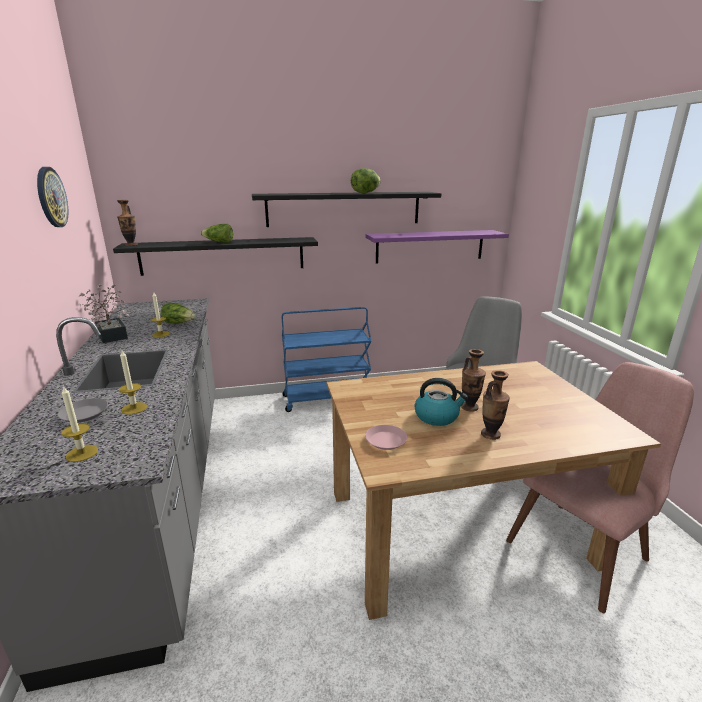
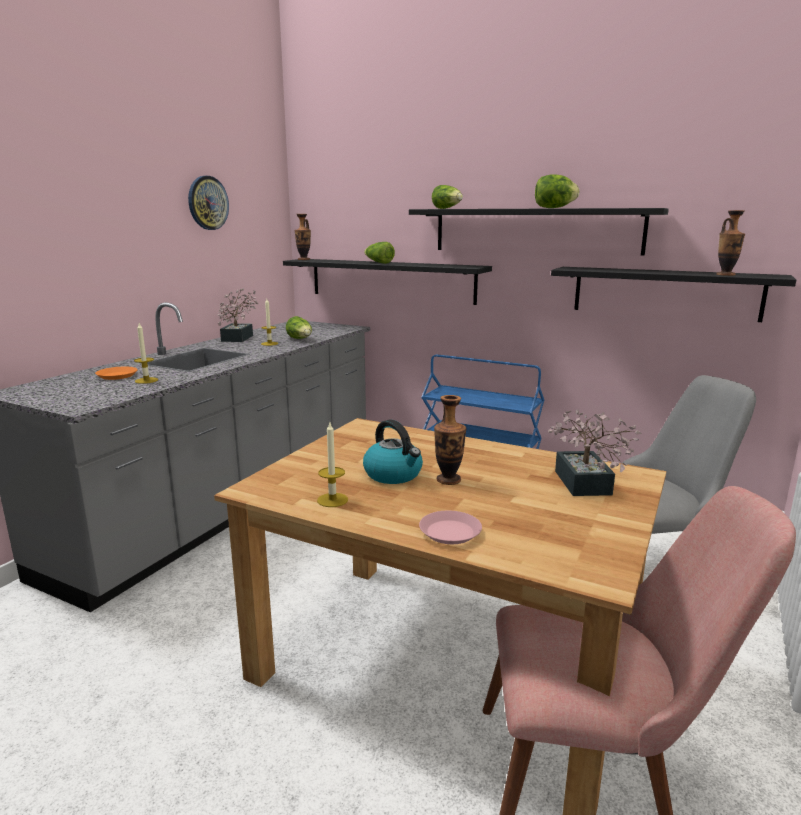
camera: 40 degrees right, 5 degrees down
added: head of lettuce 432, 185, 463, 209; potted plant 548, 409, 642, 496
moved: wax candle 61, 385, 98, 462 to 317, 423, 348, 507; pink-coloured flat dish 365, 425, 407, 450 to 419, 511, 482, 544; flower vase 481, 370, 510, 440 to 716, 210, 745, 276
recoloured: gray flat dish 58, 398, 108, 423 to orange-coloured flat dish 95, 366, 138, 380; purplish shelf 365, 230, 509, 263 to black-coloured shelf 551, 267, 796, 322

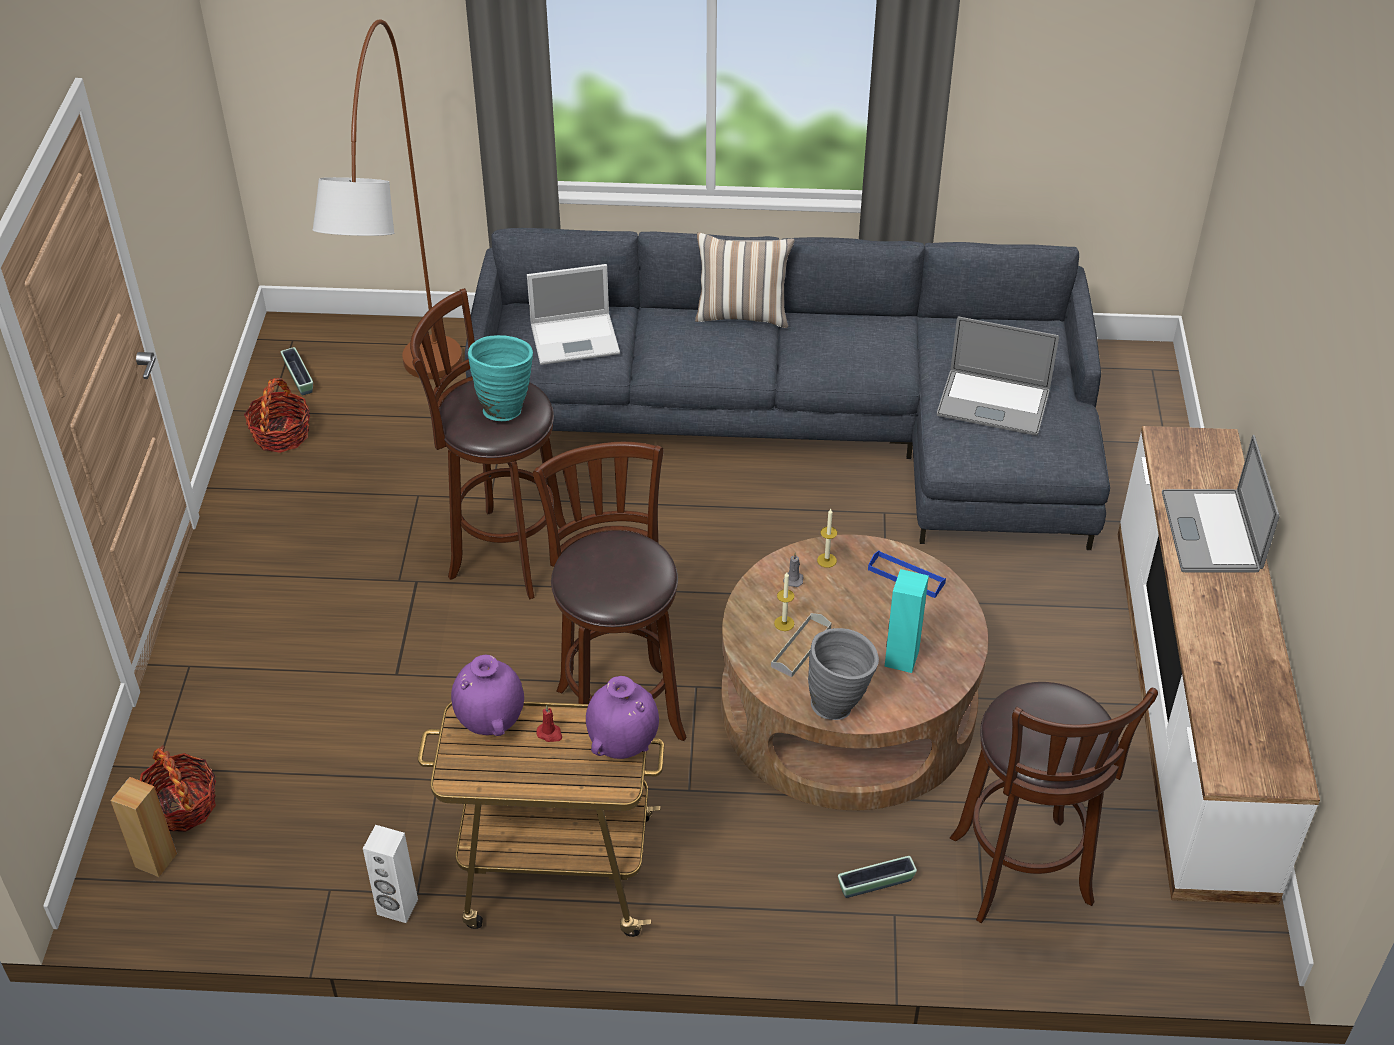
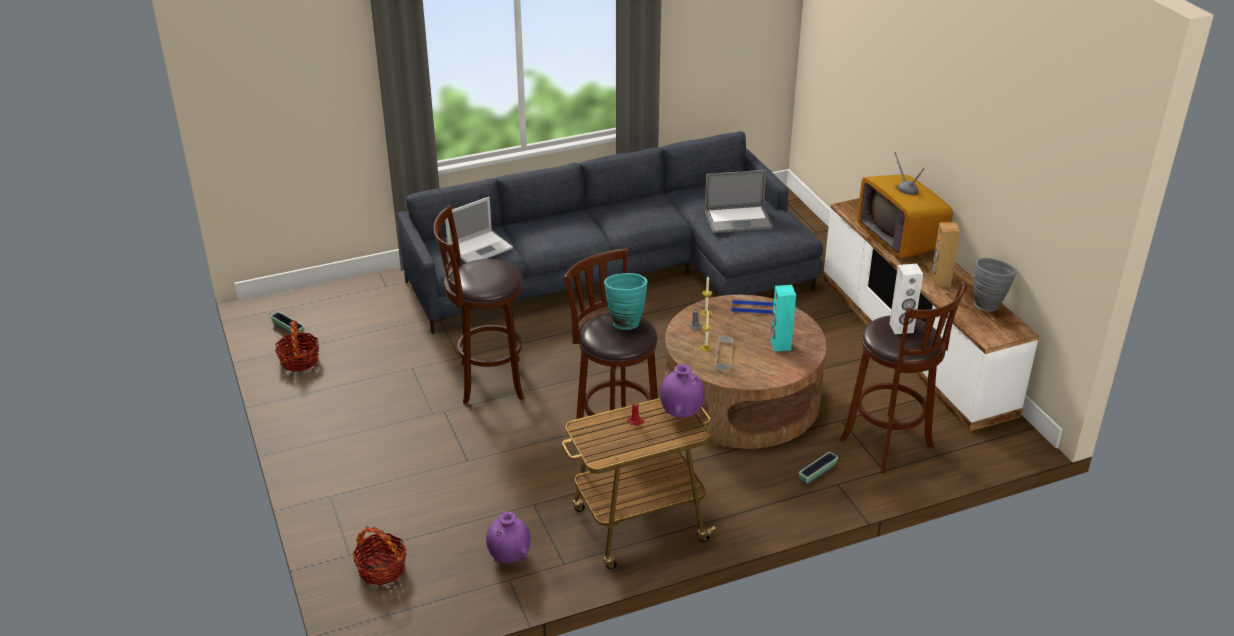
camera: 25 degrees left, 10 degrees down
removed: brown standard lamp 312, 19, 462, 379; throw pillow 695, 232, 794, 328
moved: purplish flower vase 451, 655, 524, 736 to 486, 512, 531, 563; blue-green flower vase 468, 335, 533, 421 to 604, 273, 648, 330; whitish speaker 363, 825, 418, 923 to 889, 264, 923, 334; brown speaker 110, 777, 177, 877 to 931, 222, 960, 287; gray flower vase 808, 628, 879, 720 to 973, 258, 1017, 312
replaced: notebook computer 1162, 435, 1279, 572 to television 857, 152, 953, 260

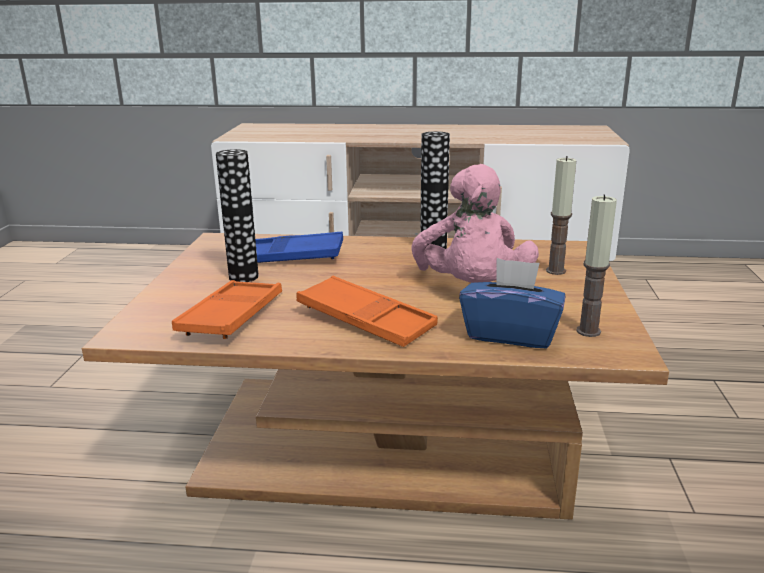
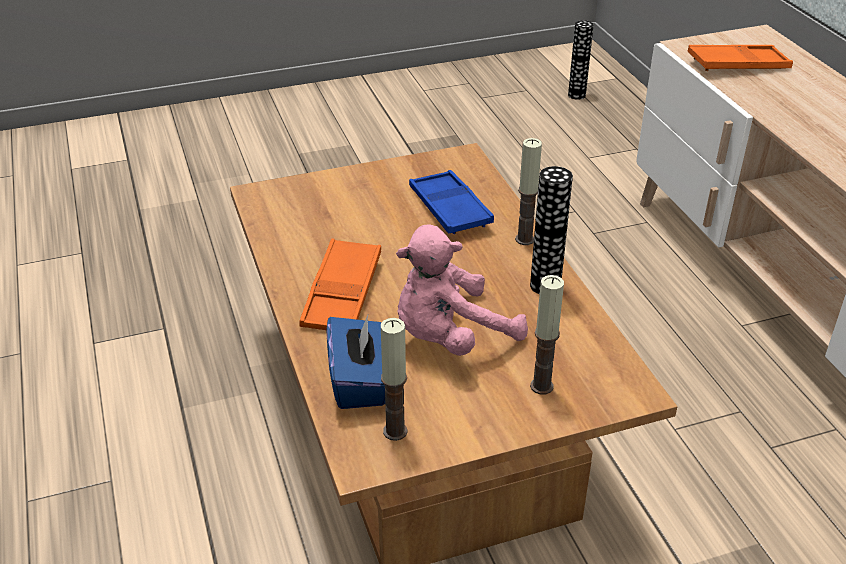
camera: 65 degrees right, 15 degrees up
added: wax candle 515, 138, 542, 245
moved: flower vase 216, 149, 259, 282 to 568, 20, 594, 100; orange-coloured carrying tray 172, 280, 282, 339 to 688, 45, 793, 71

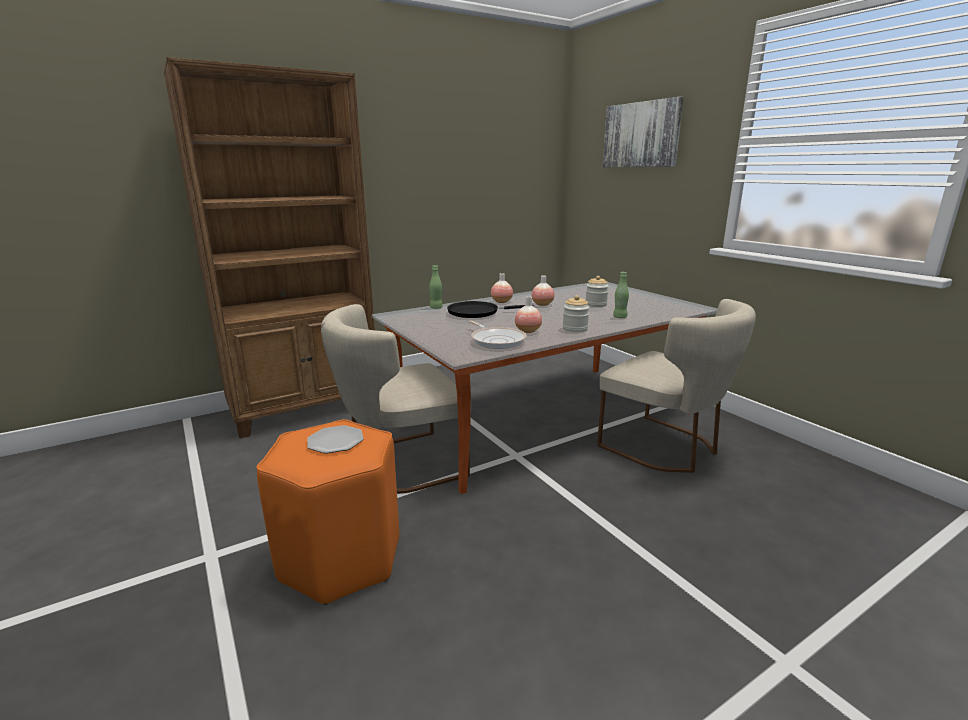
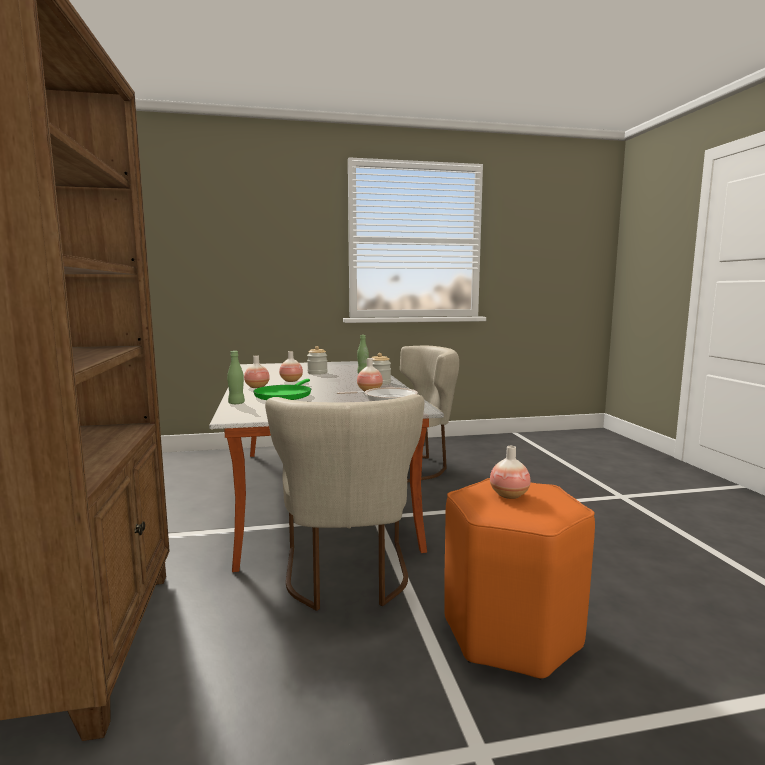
camera: 70 degrees left, 10 degrees down
removed: picture 603, 97, 684, 167
replaced: flat dish 307, 425, 364, 454 to flower vase 490, 446, 530, 499
recoloured: black-coloured pan 447, 301, 534, 318 to green-coloured pan 253, 379, 311, 400

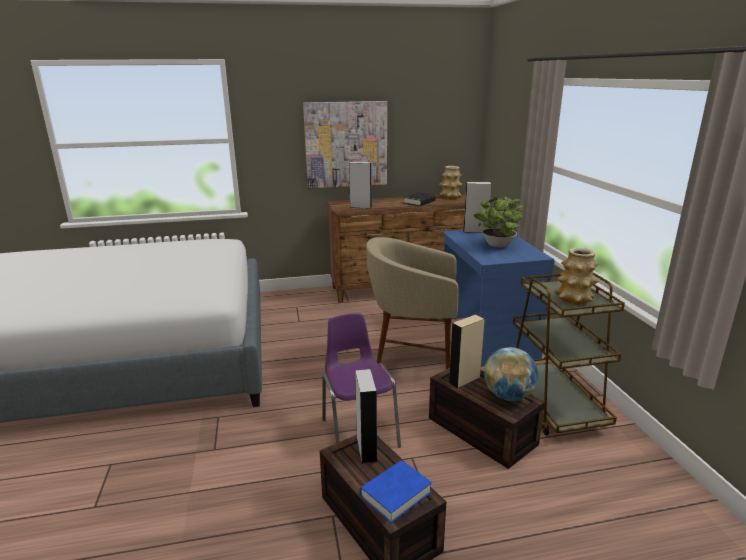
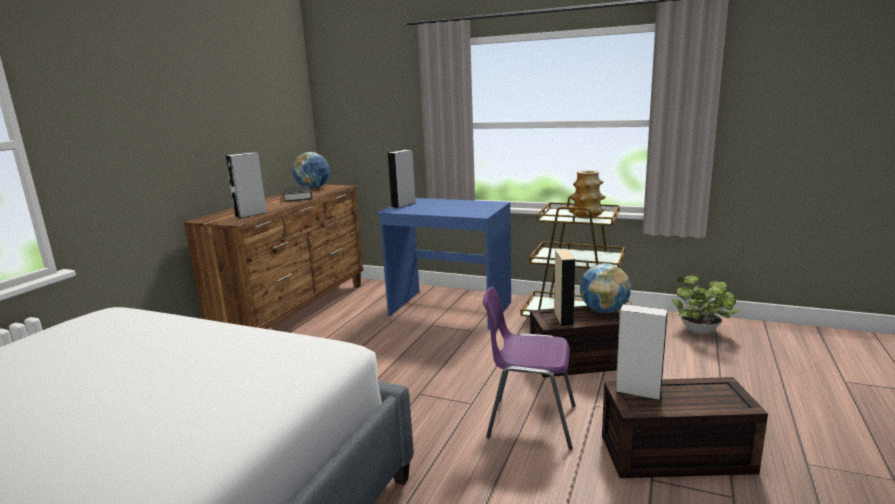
camera: 55 degrees left, 5 degrees down
removed: picture 303, 101, 387, 188; blue volume 360, 460, 432, 523; beige sitting stool 366, 237, 459, 369
moved: potted plant 474, 196, 524, 247 to 672, 275, 739, 335
replaced: flower vase 439, 166, 462, 200 to globe 292, 152, 330, 189

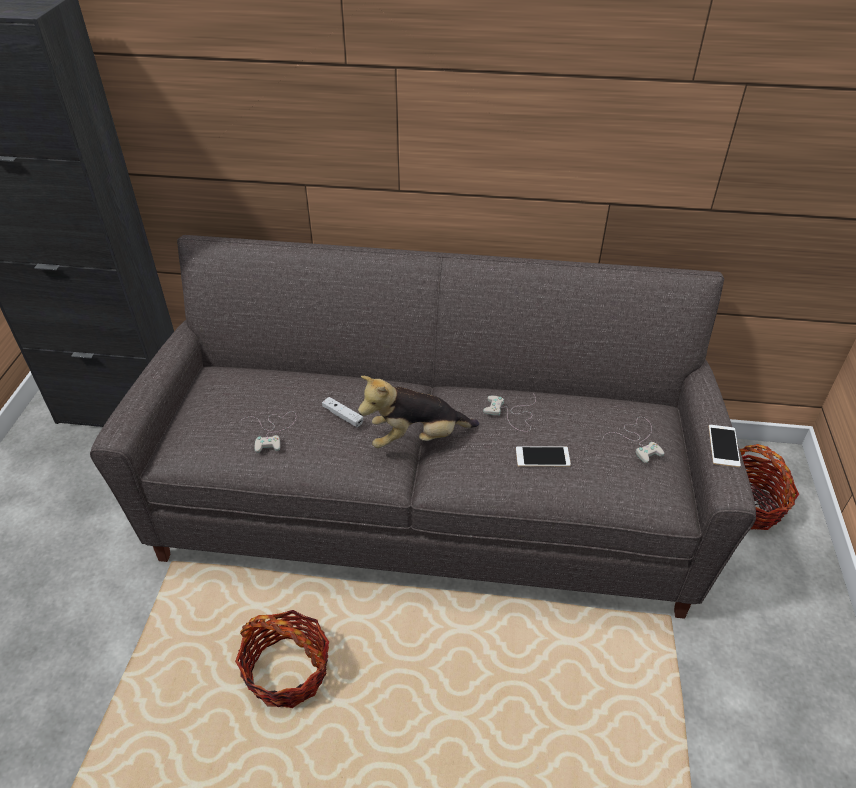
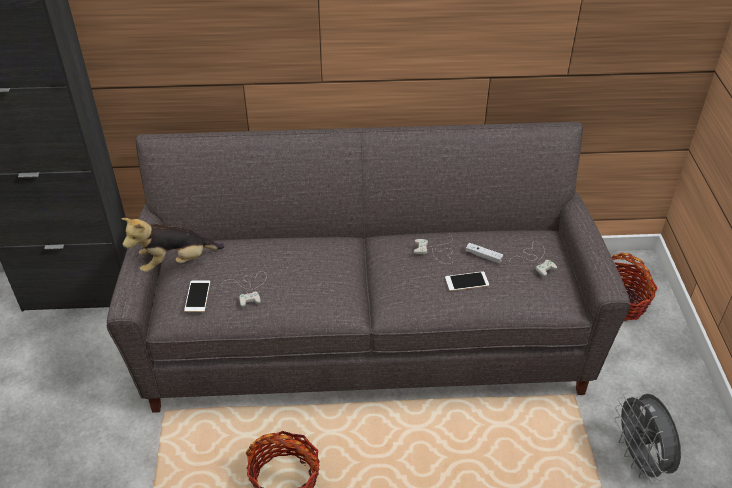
camera: 10 degrees left, 0 degrees up
added: gray fan 615, 392, 681, 484
moved: cuddly toy 358, 376, 479, 448 to 121, 218, 225, 272; phone 709, 425, 741, 467 to 184, 281, 210, 312; whitish joypad 322, 397, 363, 427 to 466, 243, 503, 264

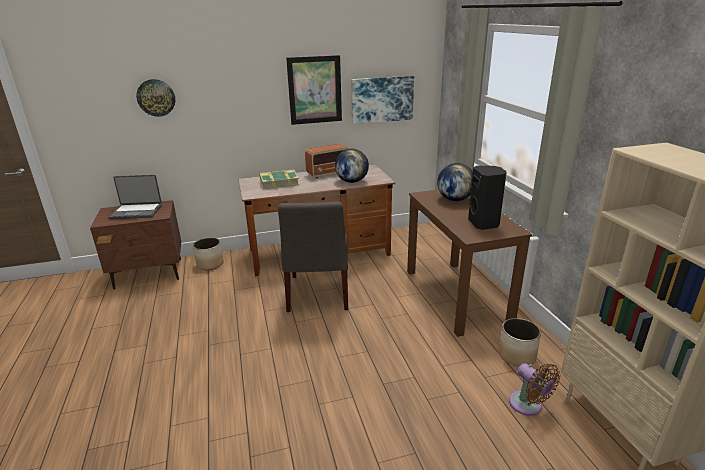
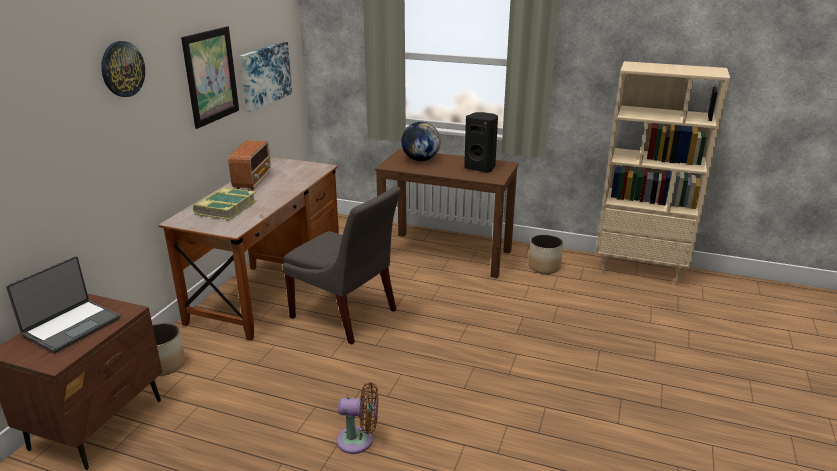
camera: 55 degrees left, 0 degrees up
removed: globe 335, 149, 369, 183
moved: wall clock 136, 79, 175, 117 to 101, 41, 145, 97; brown fan 509, 363, 560, 416 to 337, 382, 378, 454

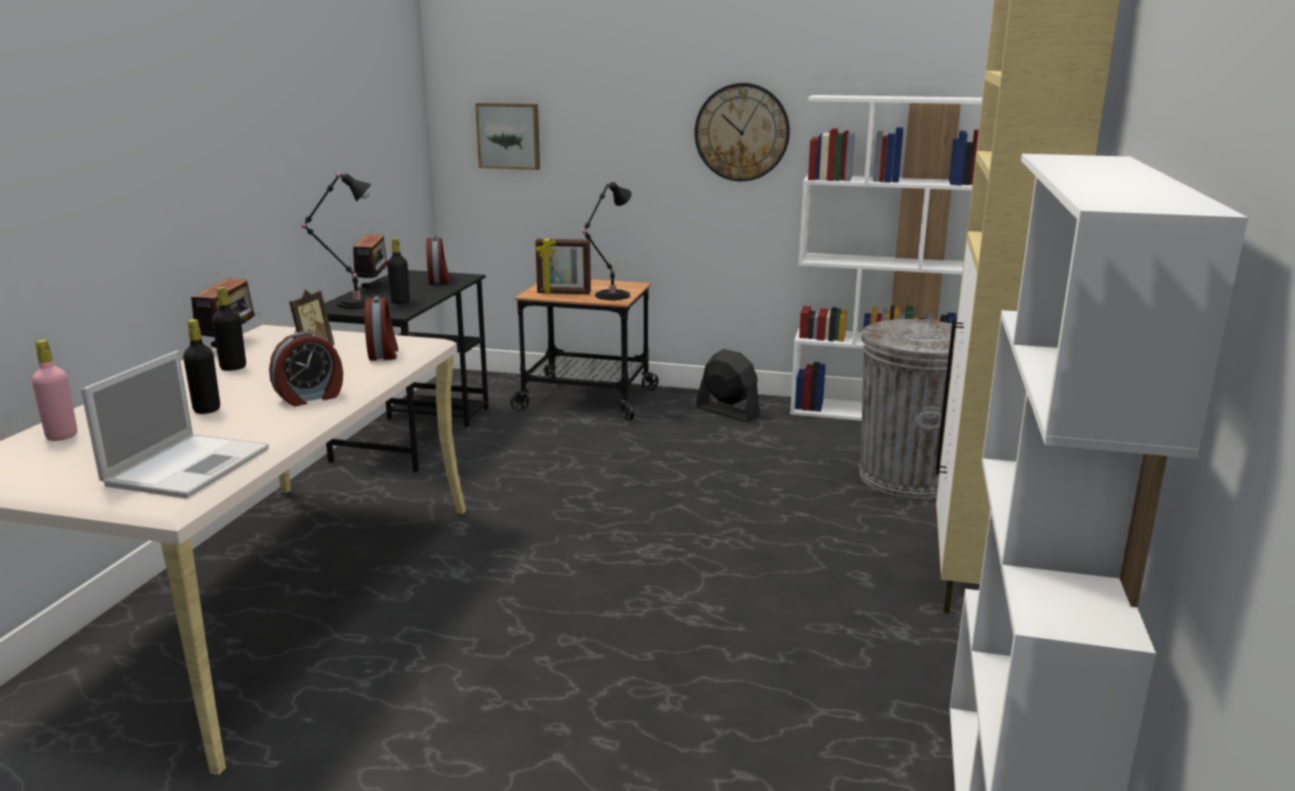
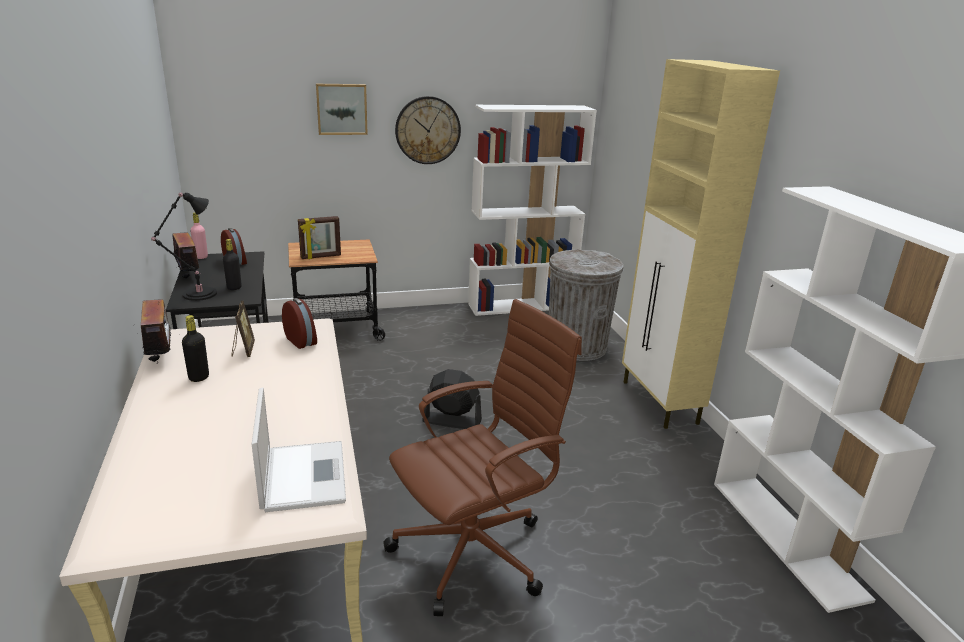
camera: 30 degrees left, 5 degrees up
removed: black-coloured bottle 183, 319, 220, 414; bedside clock 269, 331, 343, 406; black-coloured lamp for a table 582, 182, 632, 300
added: brown office chair 383, 299, 582, 616
moved: pink-coloured bottle 32, 340, 77, 441 to 190, 213, 208, 259; picture 475, 103, 540, 170 to 316, 84, 368, 135; black-coloured fan 696, 349, 760, 422 to 422, 369, 482, 429

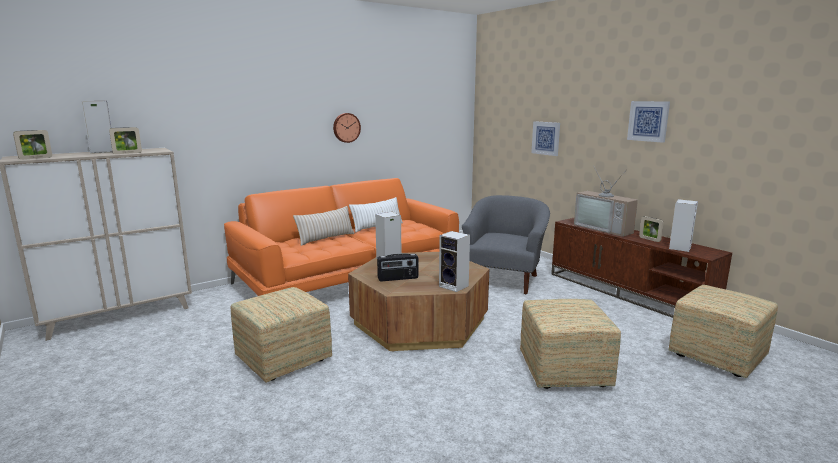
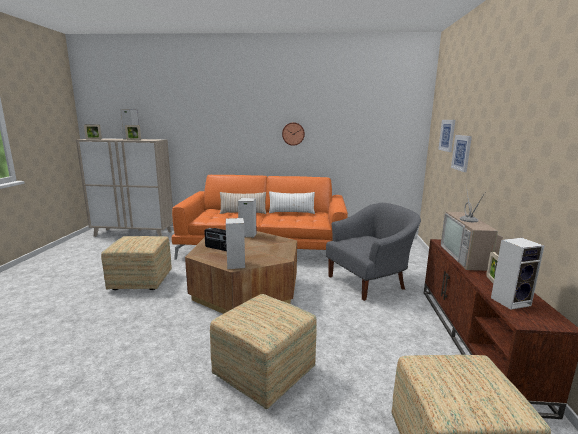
camera: 40 degrees right, 0 degrees up
moved: picture 627, 101, 670, 143 to 438, 120, 455, 152

